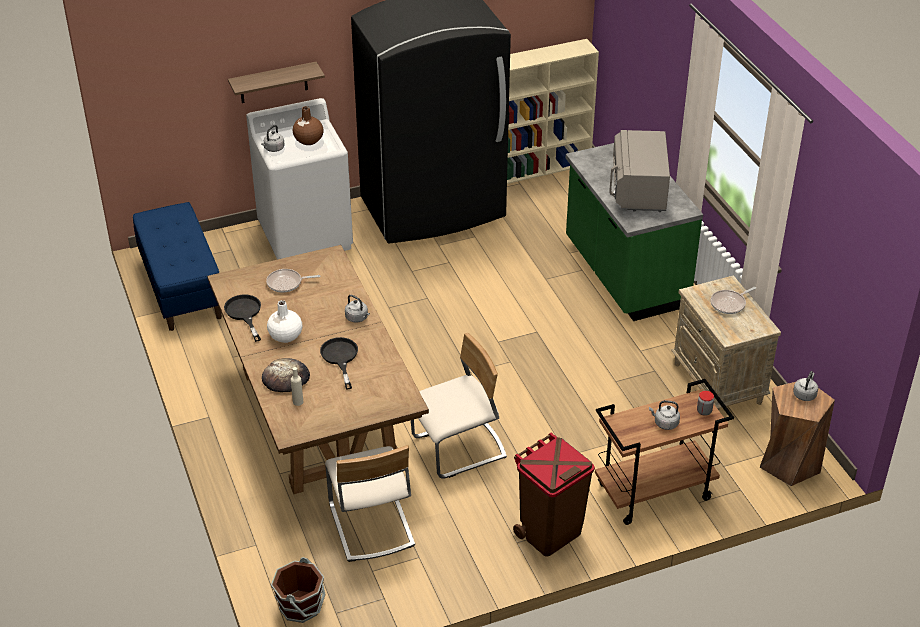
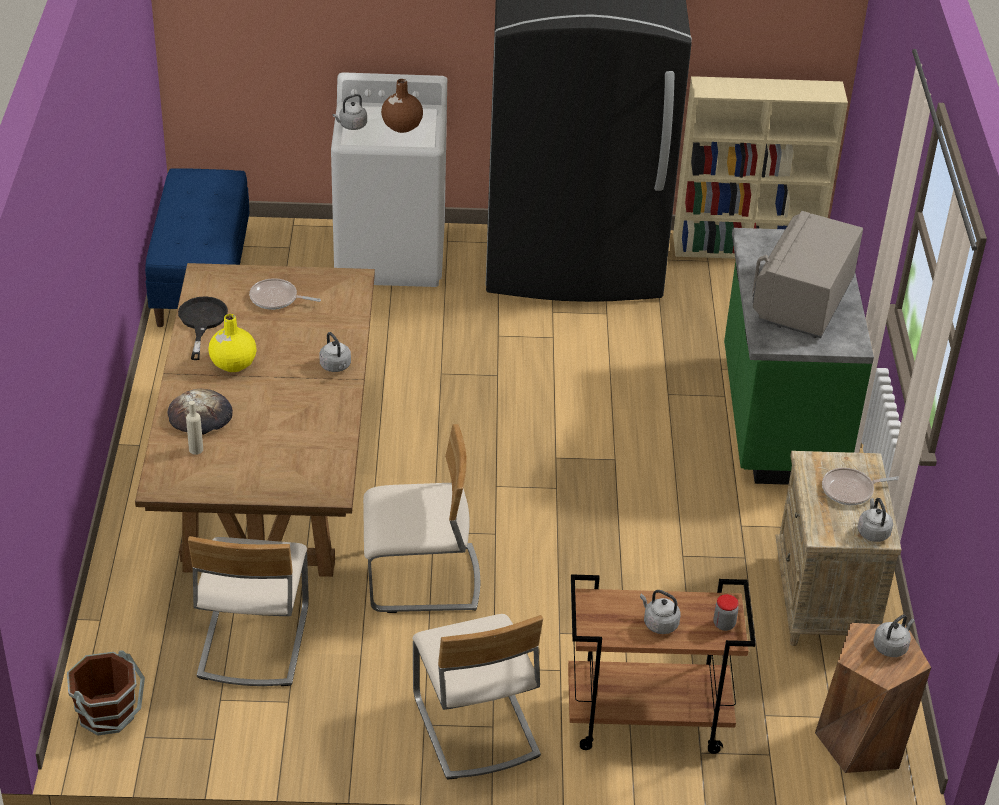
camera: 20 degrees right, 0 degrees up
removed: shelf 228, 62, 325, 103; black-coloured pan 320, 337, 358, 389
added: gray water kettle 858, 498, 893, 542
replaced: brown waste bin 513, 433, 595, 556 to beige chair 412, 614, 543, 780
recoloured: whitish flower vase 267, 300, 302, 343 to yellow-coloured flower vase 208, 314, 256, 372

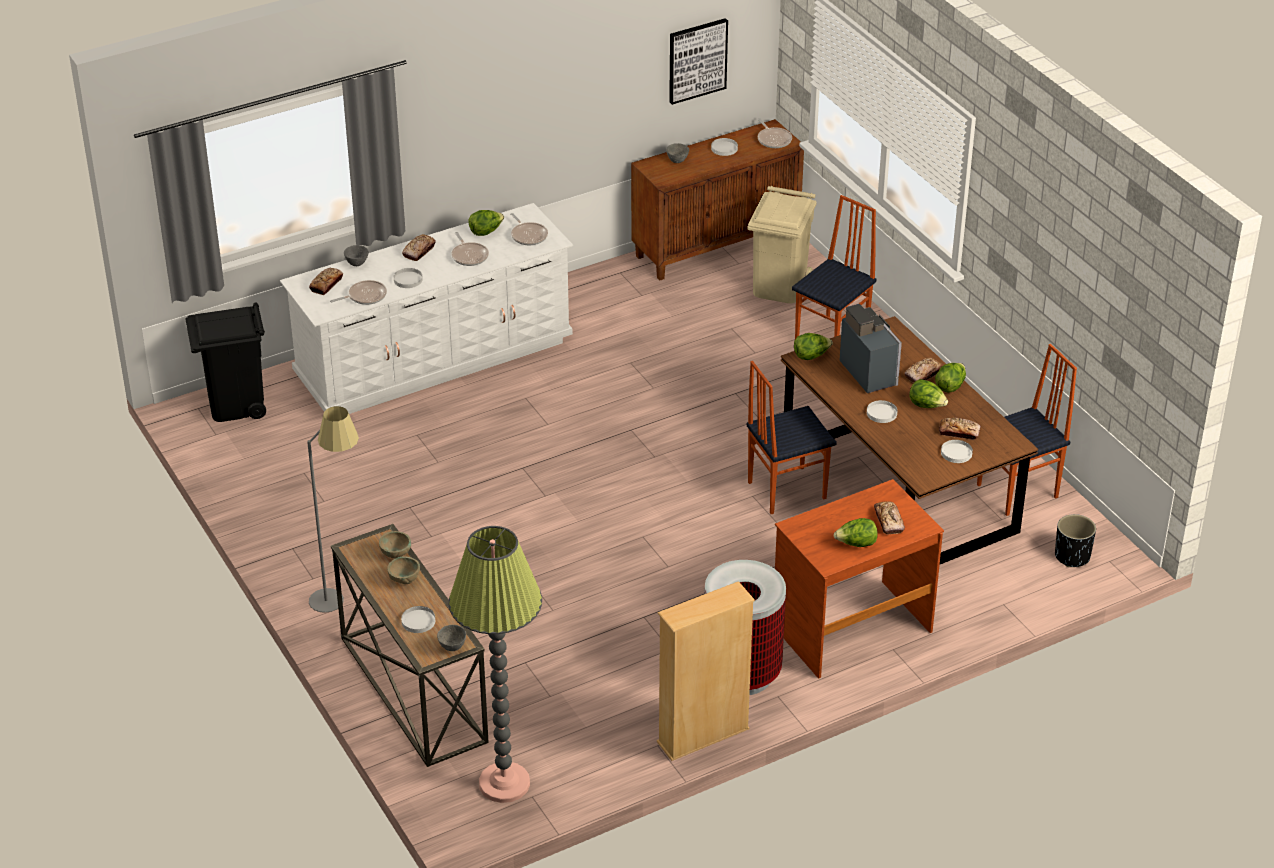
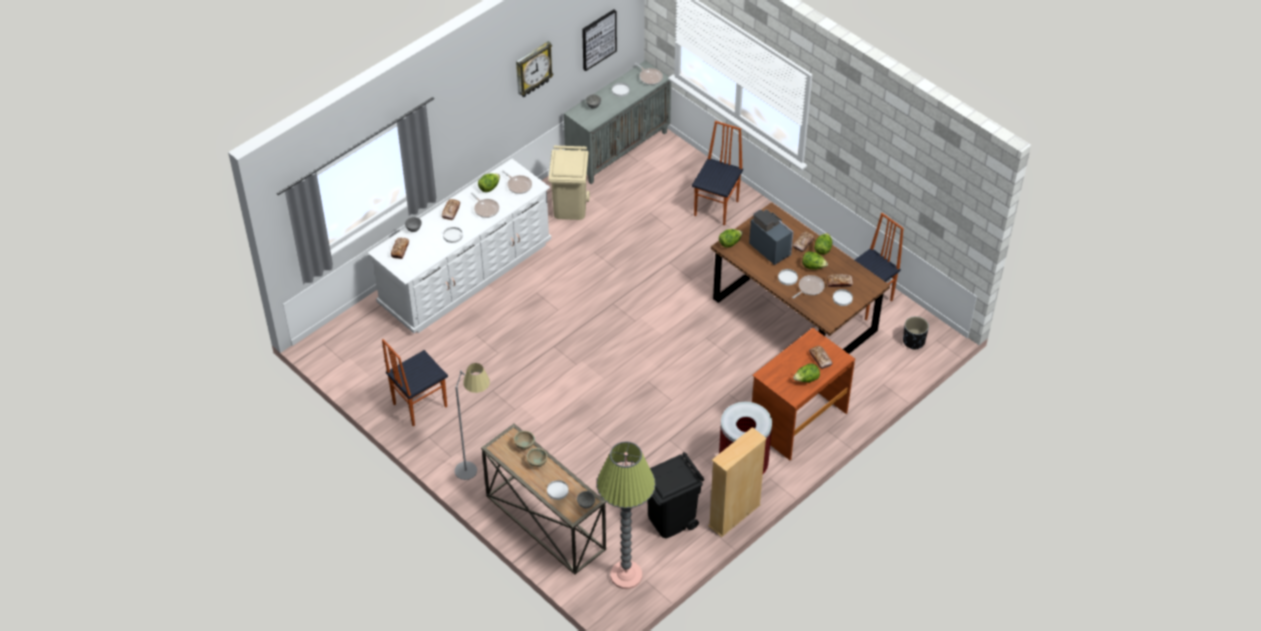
camera: 15 degrees left, 10 degrees up
added: wall clock 516, 41, 554, 97
moved: chair 746, 361, 837, 514 to 382, 339, 448, 426; beige waste bin 748, 186, 817, 303 to 549, 145, 590, 220; black-coloured waste bin 186, 303, 266, 422 to 648, 452, 704, 538; pan 330, 280, 387, 305 to 792, 275, 825, 299
recoloured: brown storage cabinet 631, 119, 804, 281 to gray storage cabinet 564, 61, 671, 184

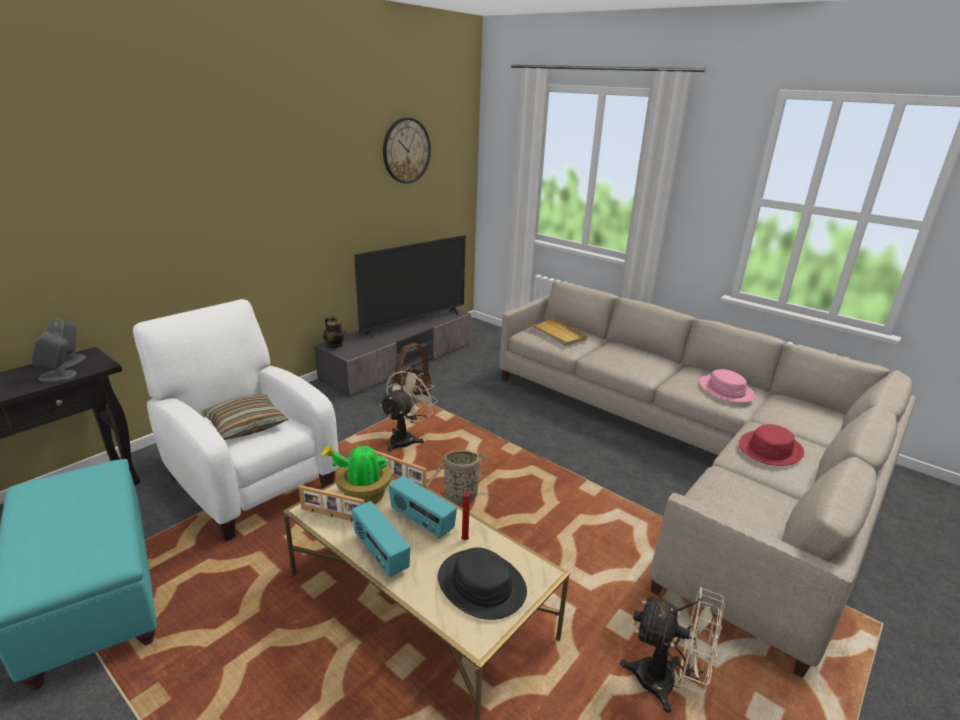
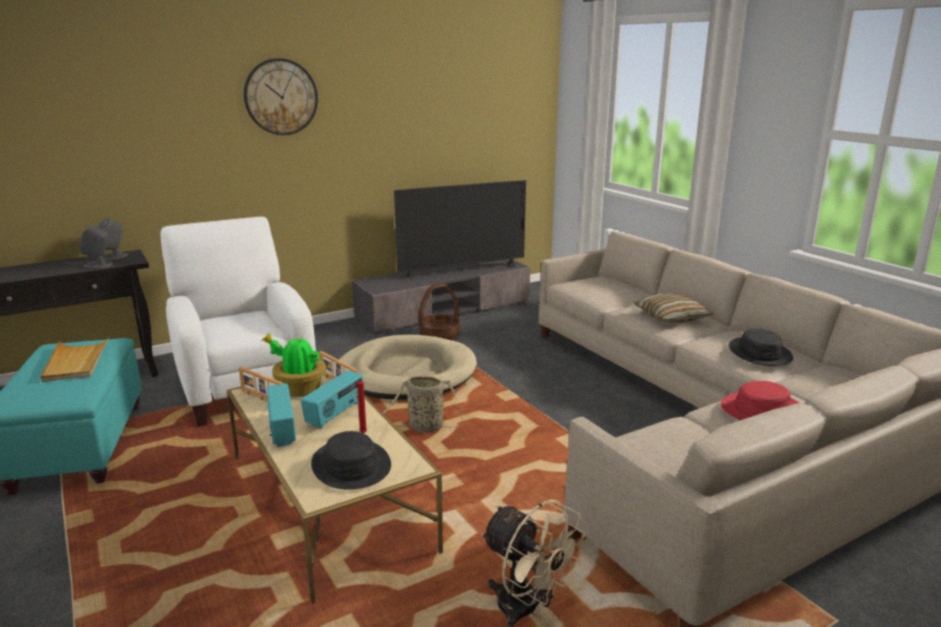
camera: 20 degrees right, 5 degrees down
removed: teapot 323, 316, 346, 348
moved: beige carrying tray 527, 317, 588, 346 to 41, 337, 109, 382; wall clock 383, 118, 431, 184 to 244, 58, 318, 135; throw pillow 202, 394, 289, 440 to 633, 293, 714, 323
replaced: beige fan 380, 367, 438, 452 to beige dog cushion 339, 335, 477, 400
recoloured: pink-coloured clothing hat 699, 369, 756, 403 to black-coloured clothing hat 729, 329, 793, 366
turned: radio set 389, 476, 457, 539 = 301, 371, 363, 429 120 degrees counterclockwise

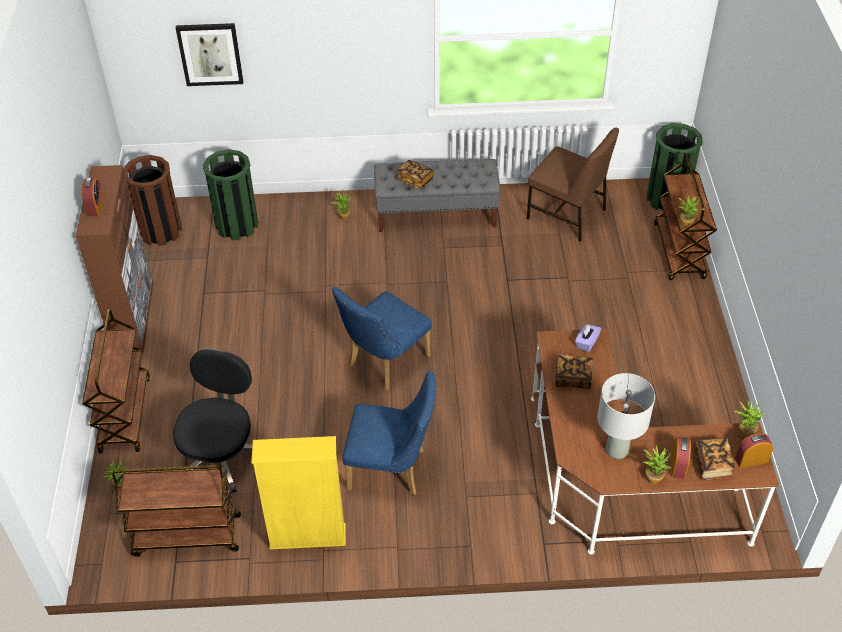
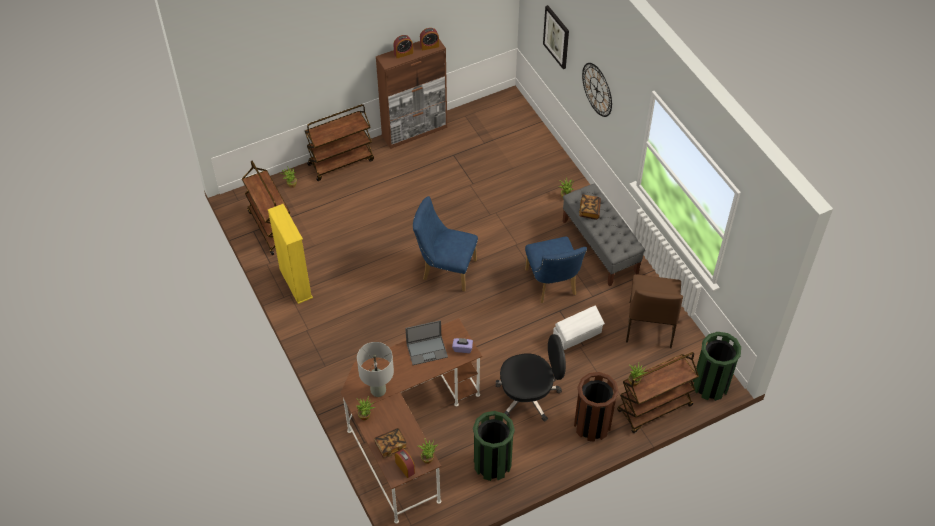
camera: 65 degrees right, 5 degrees up
added: whitish storage bin 553, 305, 605, 350; wall clock 582, 63, 612, 117
moved: bedside clock 671, 437, 691, 479 to 420, 28, 439, 51; green-coloured waste bin 203, 149, 258, 240 to 473, 411, 515, 481; black-coloured office chair 173, 349, 252, 493 to 496, 334, 566, 422; blue chair 342, 370, 437, 496 to 525, 236, 587, 303; brown waste bin 123, 155, 182, 246 to 574, 372, 619, 442
replaced: volume 555, 354, 593, 389 to notebook computer 405, 320, 448, 365

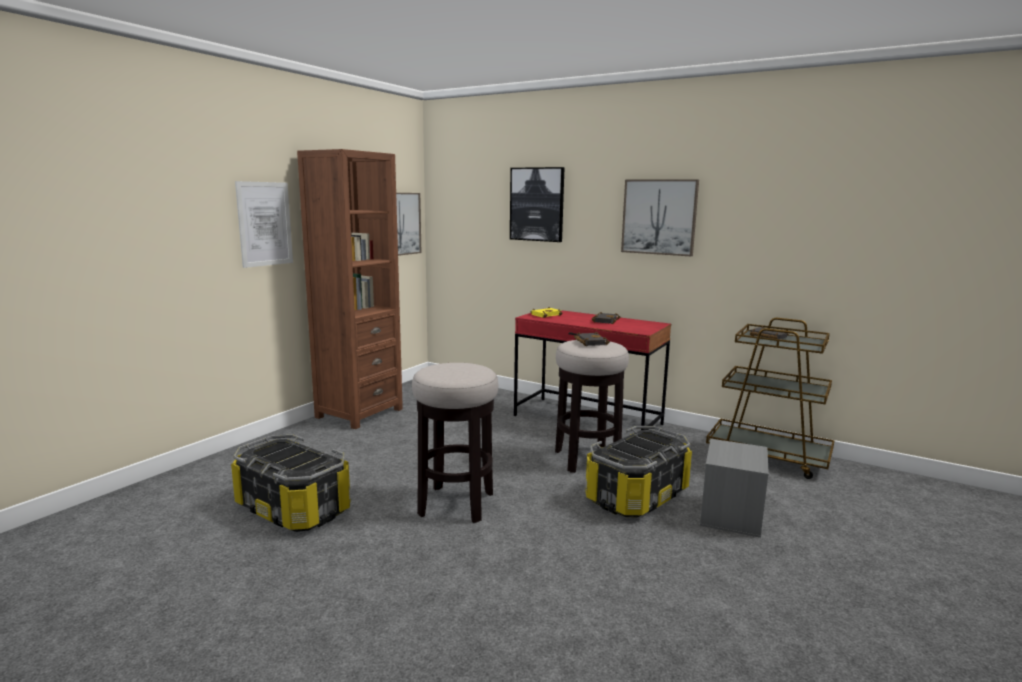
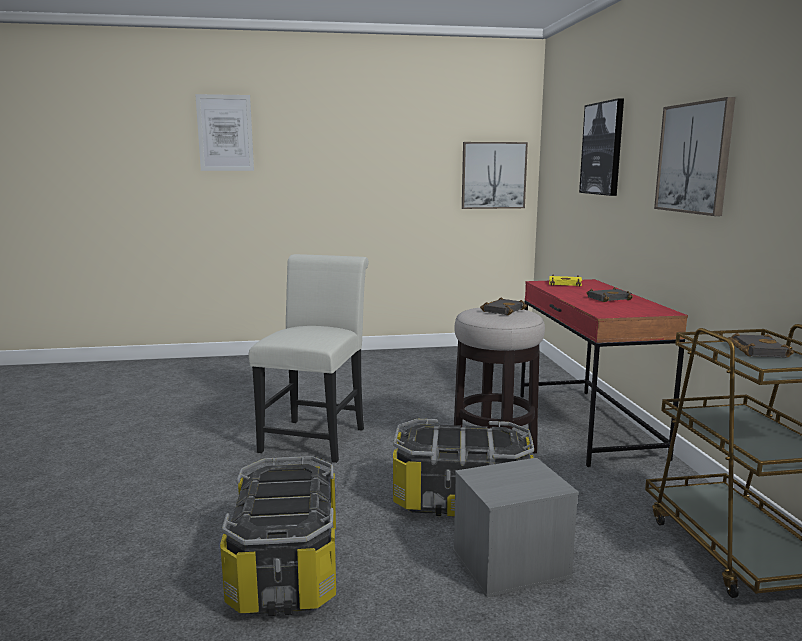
camera: 50 degrees right, 0 degrees up
removed: brown shelving unit 297, 149, 403, 429
moved: picture 235, 181, 293, 268 to 195, 94, 254, 171; storage bin 231, 434, 351, 532 to 220, 456, 336, 616
replaced: sitting stool 412, 363, 498, 523 to whitish chair 249, 254, 369, 463

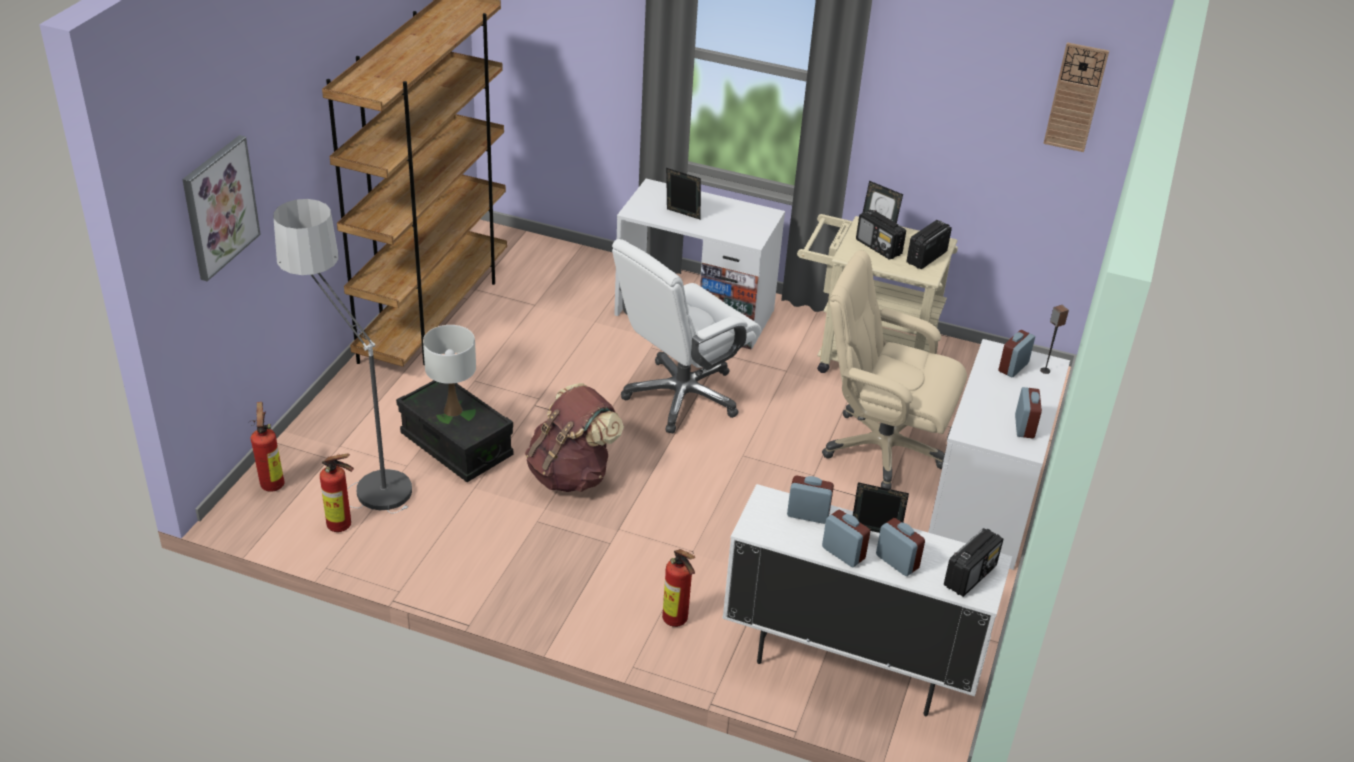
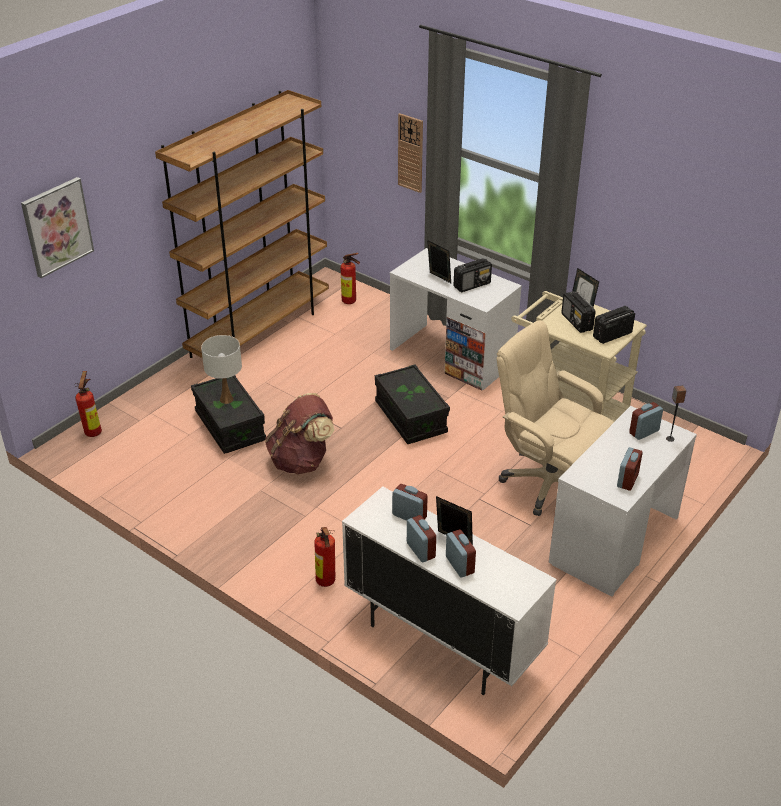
camera: 20 degrees right, 0 degrees up
removed: standard lamp 274, 199, 412, 513
moved: fire extinguisher 320, 453, 354, 532 to 341, 253, 360, 304; wall clock 1043, 42, 1109, 152 to 398, 113, 423, 193; radio set 944, 528, 1004, 597 to 454, 259, 492, 292
replaced: whitish office chair 612, 239, 761, 433 to black-coloured storage bin 375, 364, 450, 444

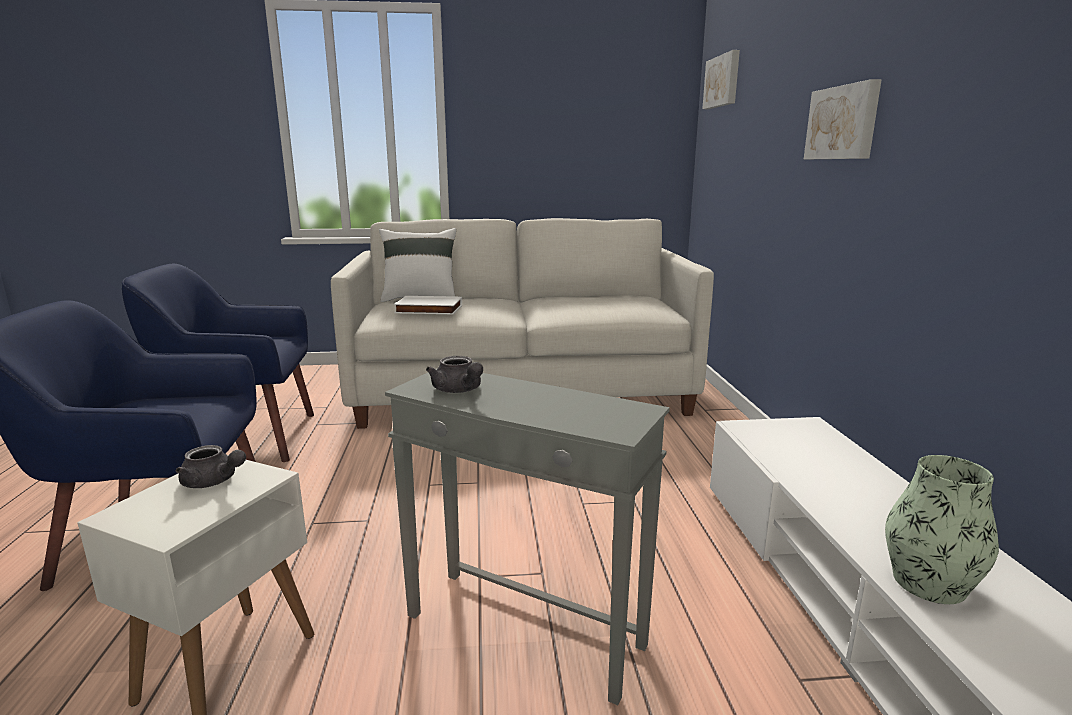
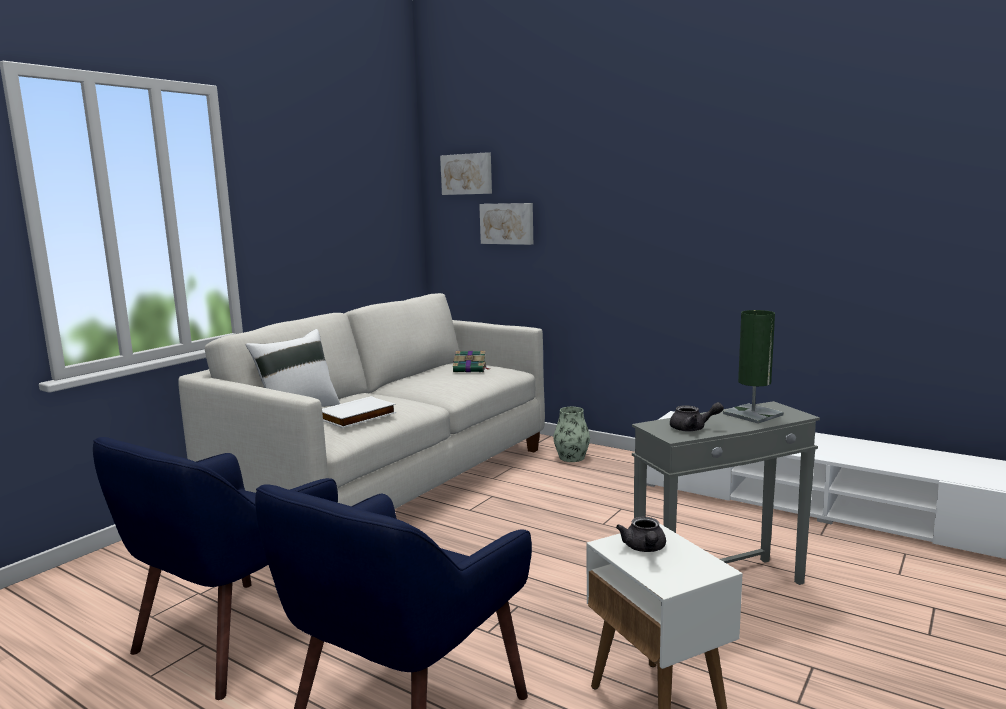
camera: 50 degrees left, 5 degrees down
added: volume 453, 351, 490, 372; green-coloured lamp for a table 723, 310, 784, 424
moved: picture 804, 79, 882, 159 to 479, 203, 533, 245; flower vase 885, 455, 999, 604 to 553, 407, 590, 462
turned: gray teapot 176, 445, 246, 488 = 616, 516, 666, 552 120 degrees clockwise

